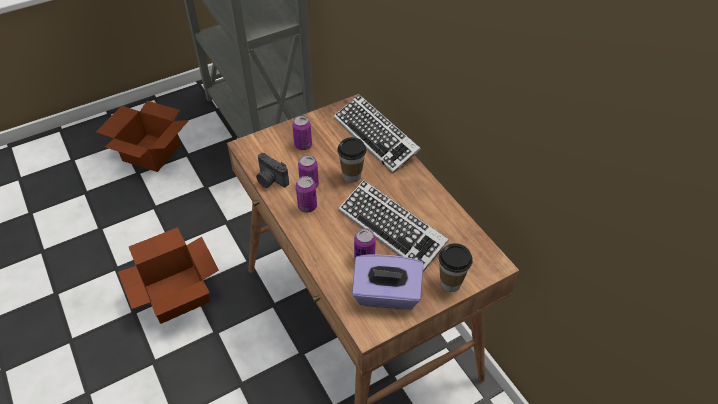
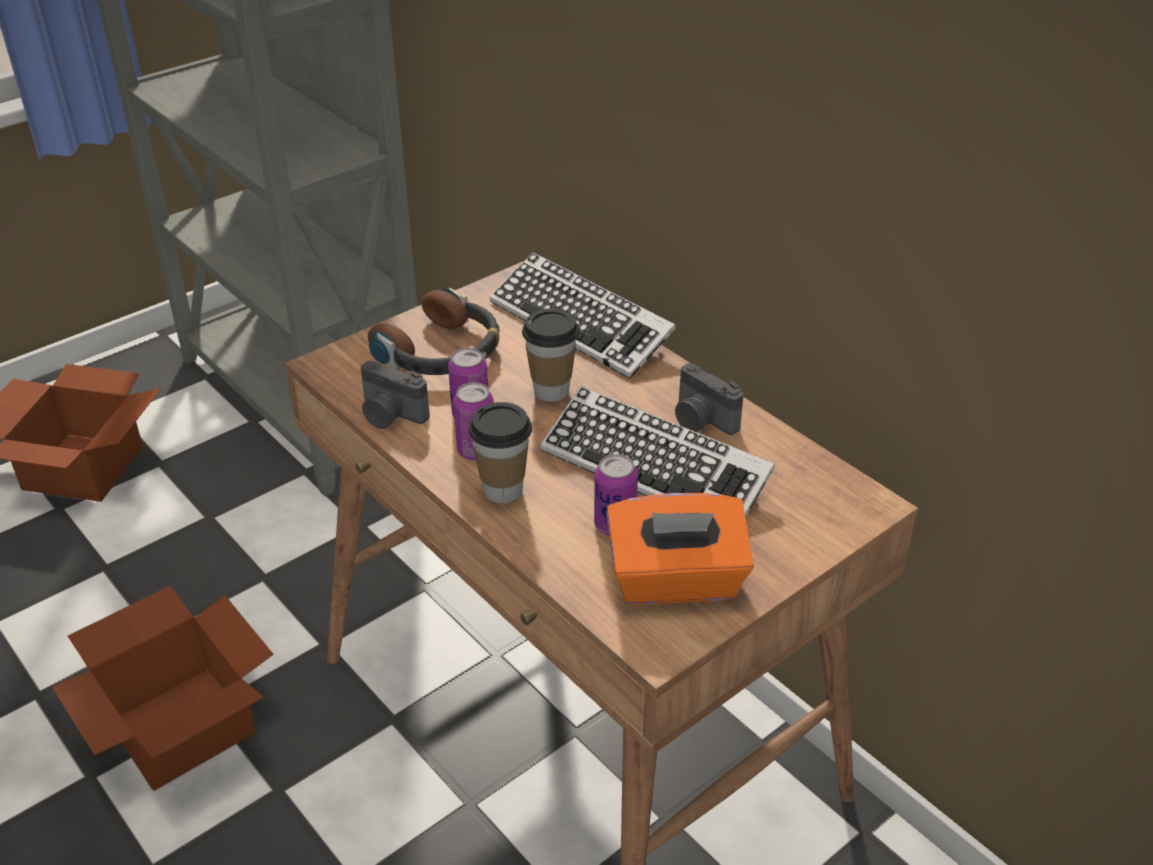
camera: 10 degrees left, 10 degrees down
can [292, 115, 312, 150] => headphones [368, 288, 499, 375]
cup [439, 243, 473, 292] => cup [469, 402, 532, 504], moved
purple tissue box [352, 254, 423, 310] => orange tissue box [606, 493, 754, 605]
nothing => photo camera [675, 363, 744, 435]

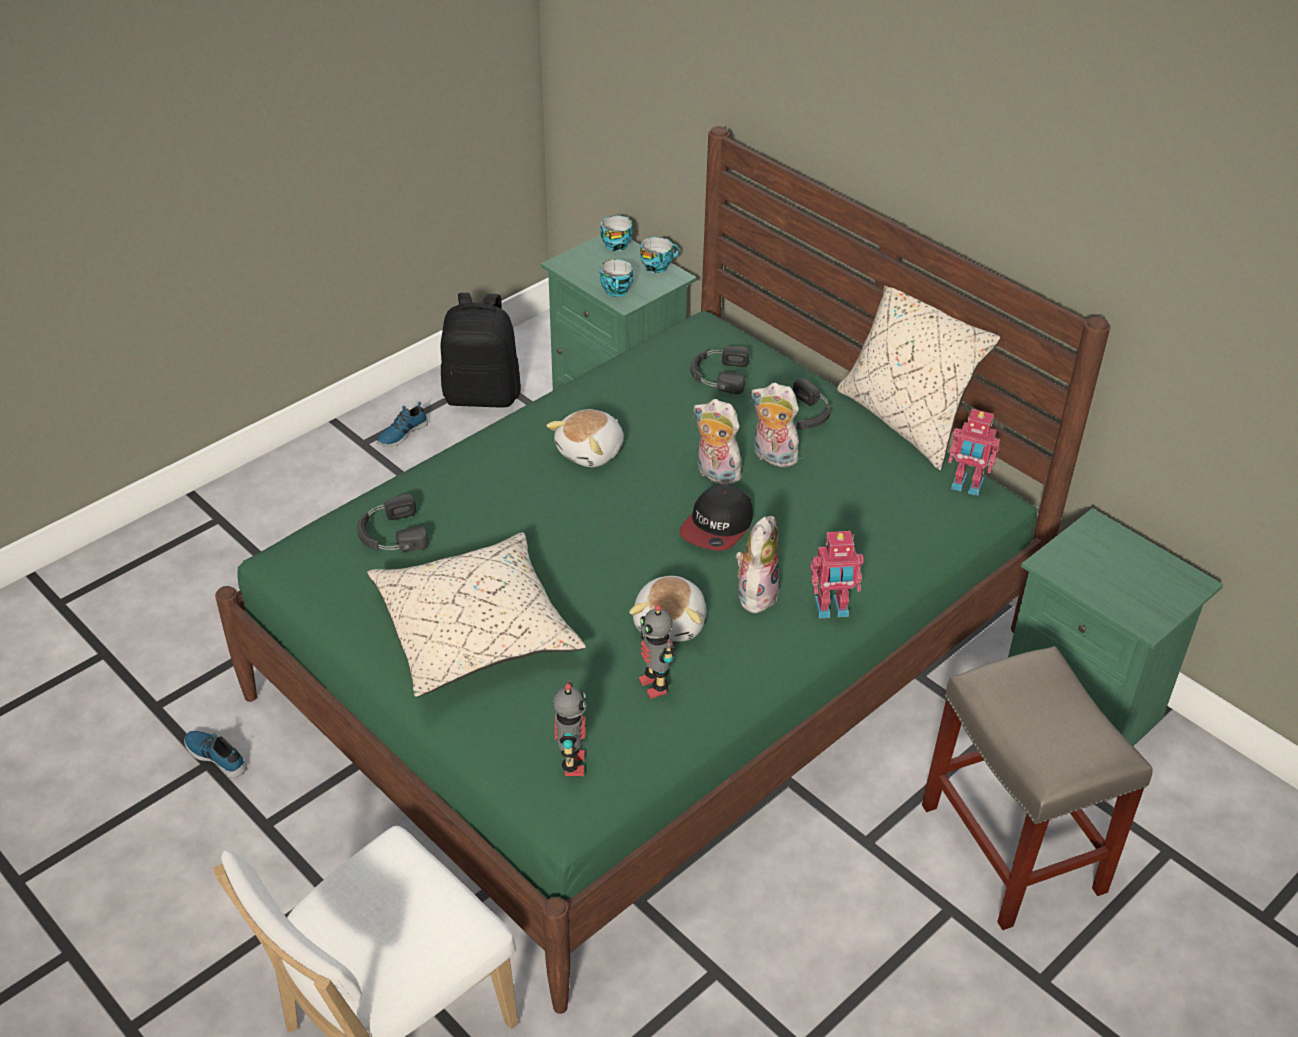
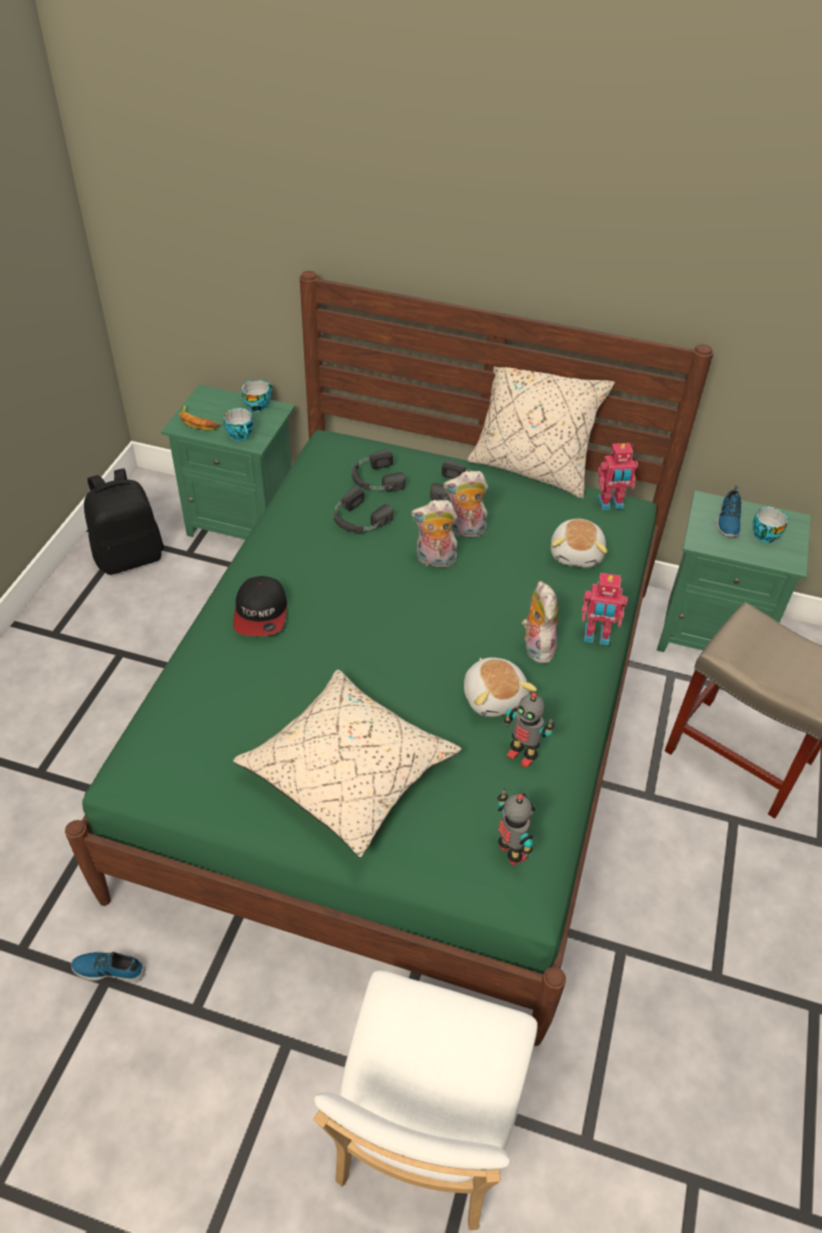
camera: 30 degrees left, 5 degrees up
nothing => banana [179, 405, 220, 430]
cap [679, 485, 753, 551] => cap [233, 576, 287, 636], moved
black headphones [357, 494, 428, 551] => black headphones [334, 487, 393, 533], moved
plush toy [547, 409, 624, 467] => plush toy [551, 519, 608, 568], moved
toy robot [810, 531, 864, 619] => toy robot [582, 573, 628, 645], 45 degrees clockwise
shoe [377, 402, 428, 447] => shoe [716, 485, 742, 537], moved
cup [600, 215, 633, 251] => cup [753, 506, 788, 543], moved

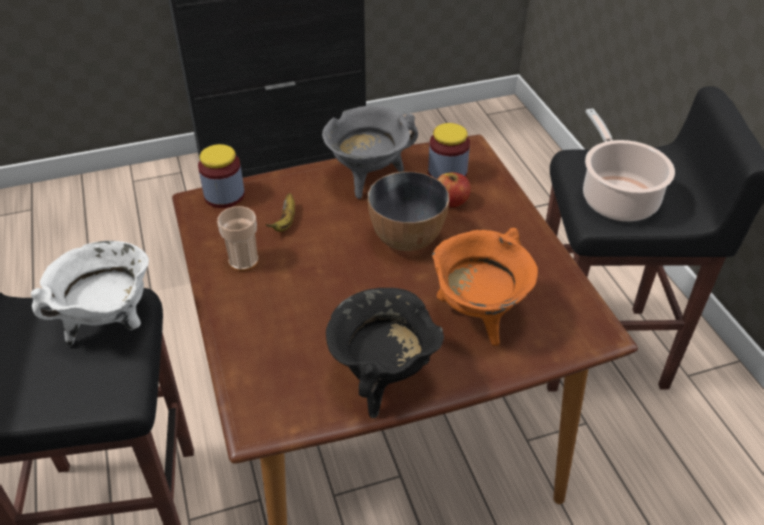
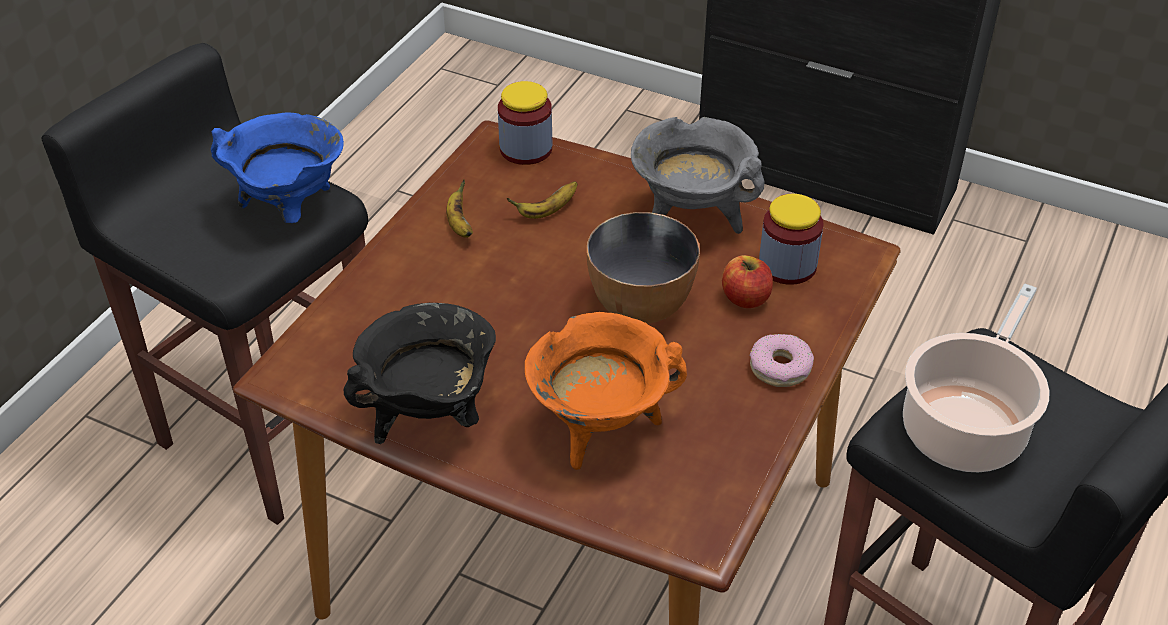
camera: 45 degrees right, 0 degrees up
white cooking pot [31, 241, 149, 346] => blue cooking pot [211, 113, 344, 223]
cup [217, 206, 258, 271] => banana [446, 179, 473, 238]
nothing => donut [750, 334, 814, 387]

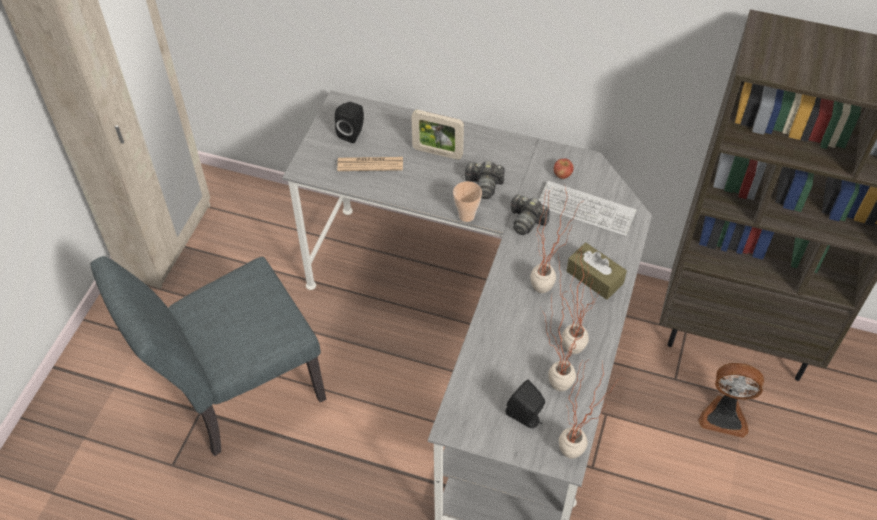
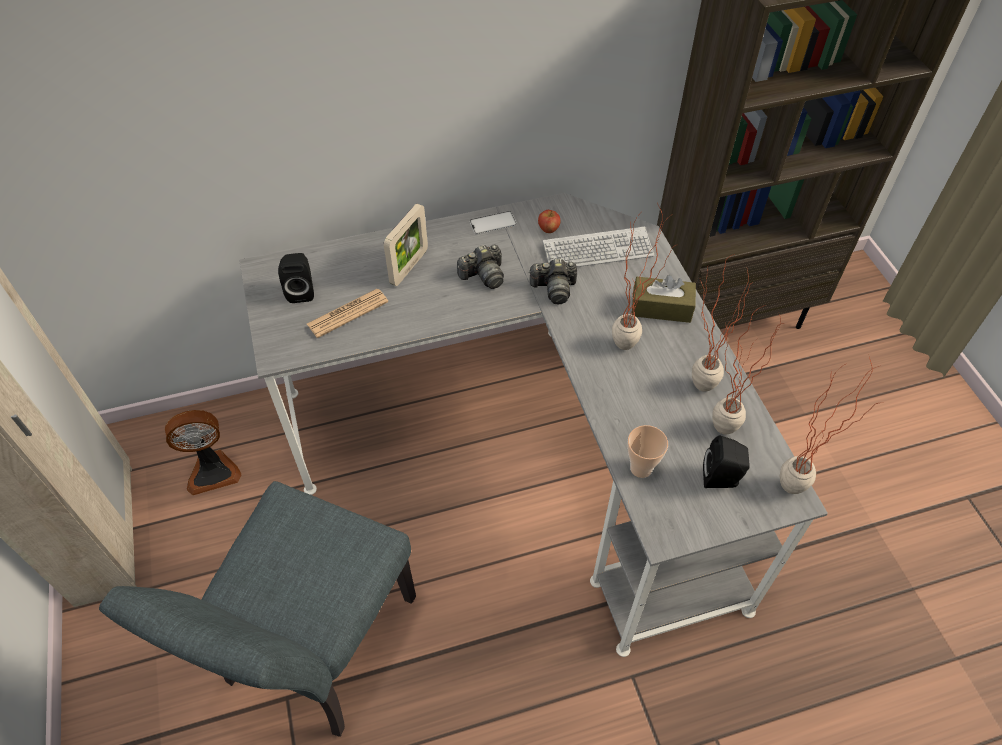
camera: 35 degrees left, 0 degrees up
fan [698, 363, 764, 438] => fan [165, 410, 241, 495], moved
picture frame [411, 109, 464, 160] => picture frame [384, 204, 428, 286], 45 degrees counterclockwise
nothing => phone [470, 211, 517, 235]
cup [453, 181, 482, 222] => cup [627, 425, 668, 478], moved

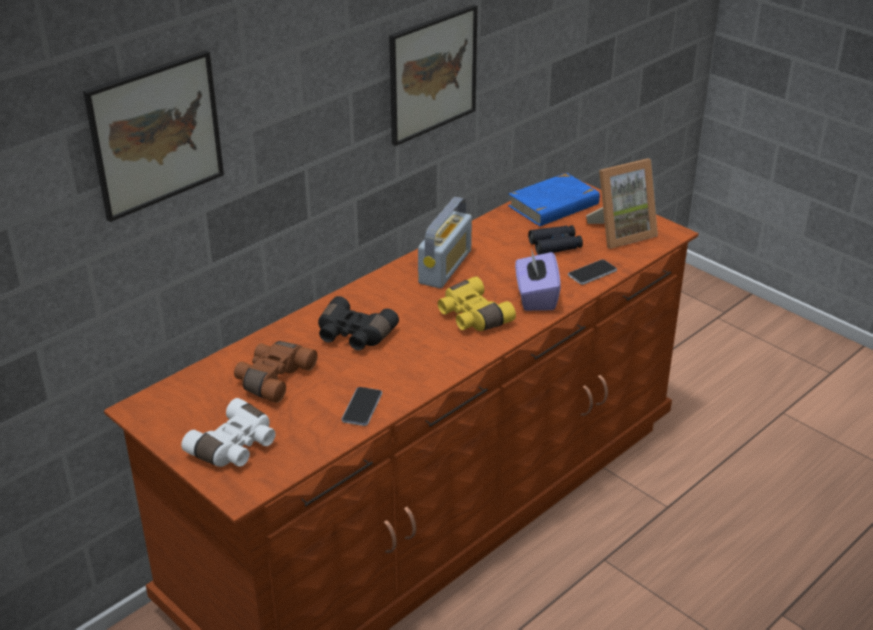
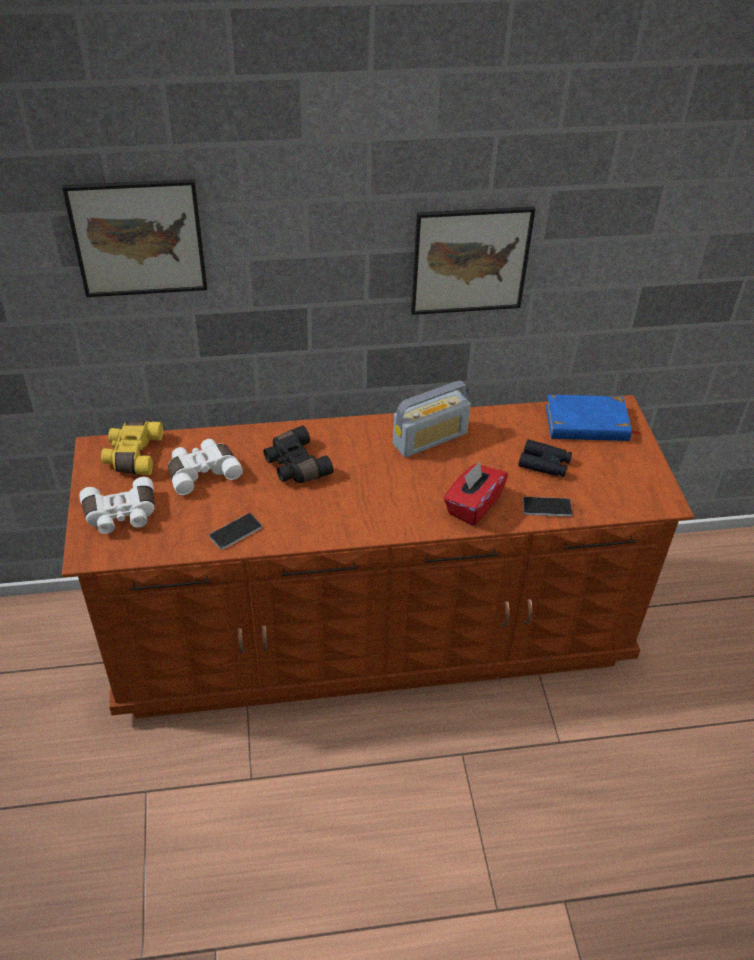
camera: 35 degrees right, 10 degrees up
yellow binoculars [438, 276, 516, 331] => yellow binoculars [101, 421, 163, 475], moved
brown binoculars [234, 341, 318, 403] => white binoculars [168, 439, 243, 495]
purple tissue box [515, 251, 561, 311] => red tissue box [444, 462, 508, 526]
picture frame [586, 158, 658, 249] => nothing

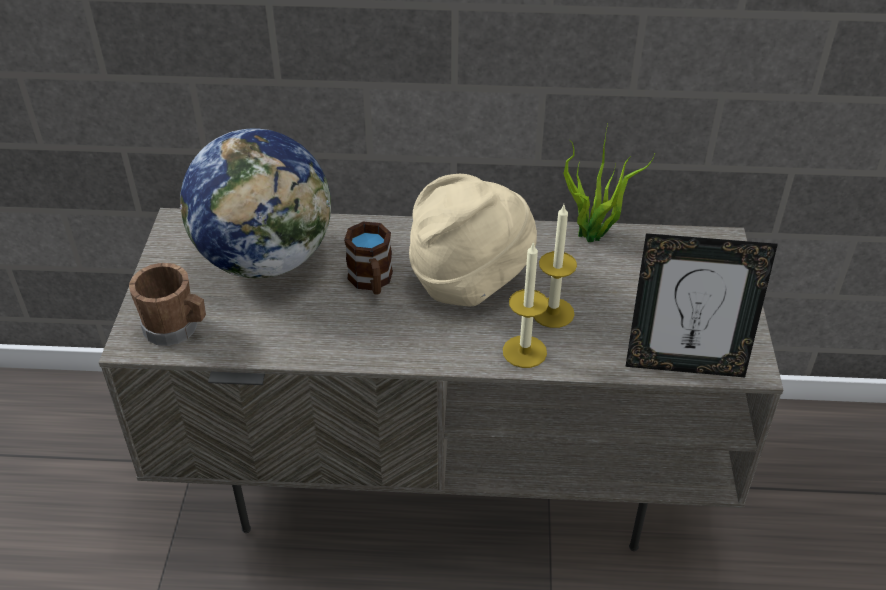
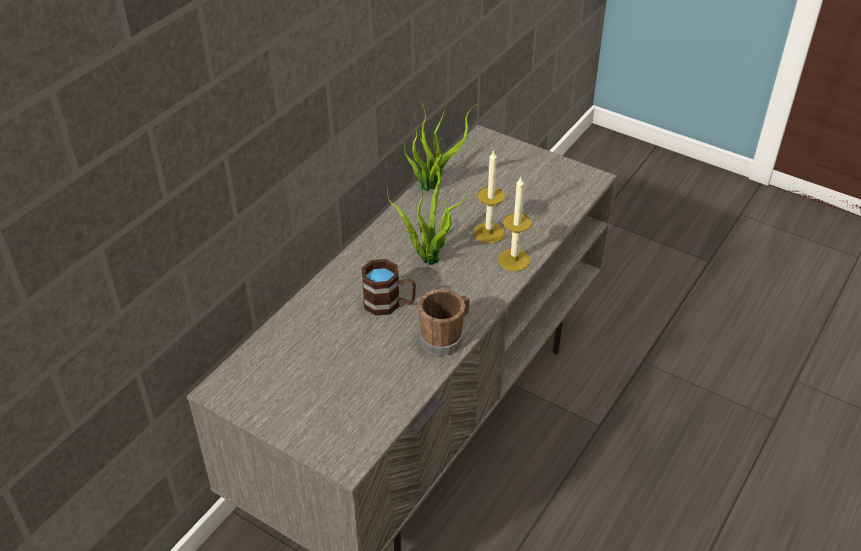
camera: 60 degrees left, 0 degrees up
beige hat [409, 174, 537, 306] => potted plant [387, 138, 467, 265]
brown mug [129, 263, 206, 346] => brown mug [418, 289, 470, 356], moved
globe [180, 128, 331, 279] => nothing
picture frame [625, 233, 778, 377] => nothing

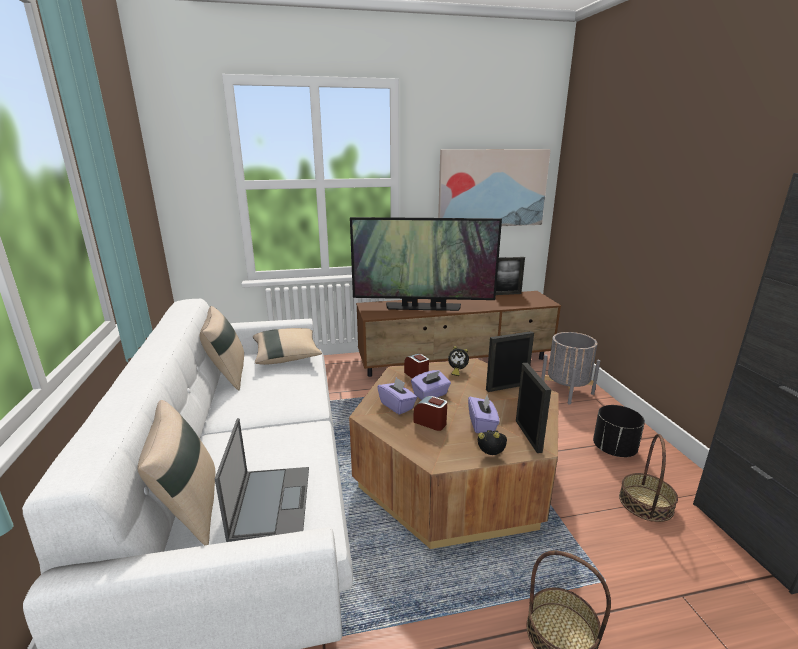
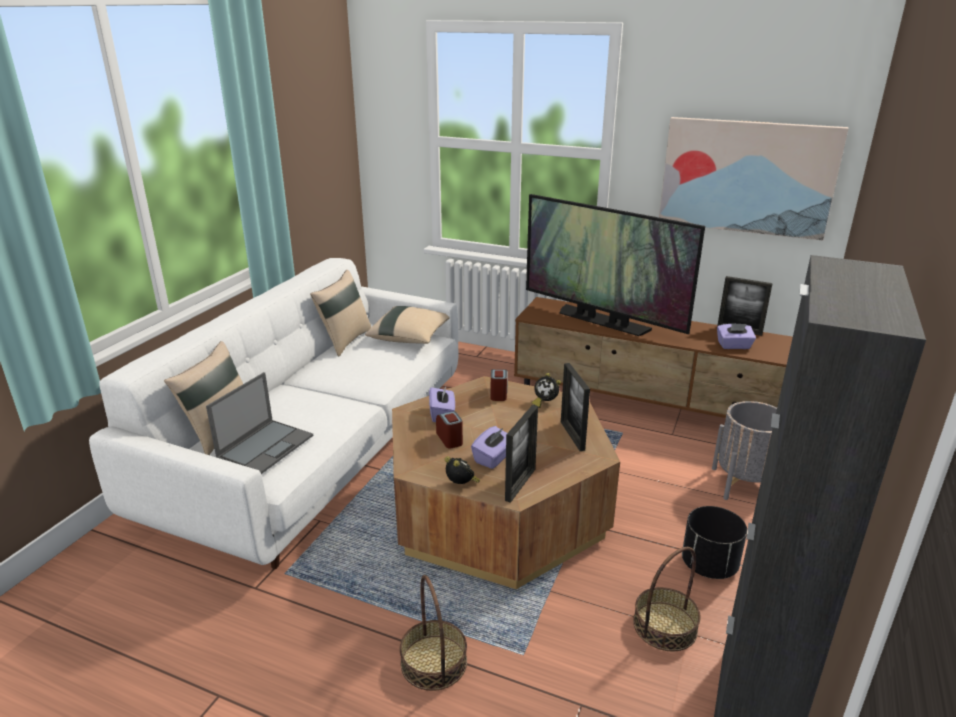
camera: 35 degrees right, 5 degrees up
picture frame [486, 331, 534, 392] => picture frame [561, 363, 590, 451], 120 degrees counterclockwise
purple tissue box [411, 370, 451, 400] => purple tissue box [717, 323, 756, 349], moved

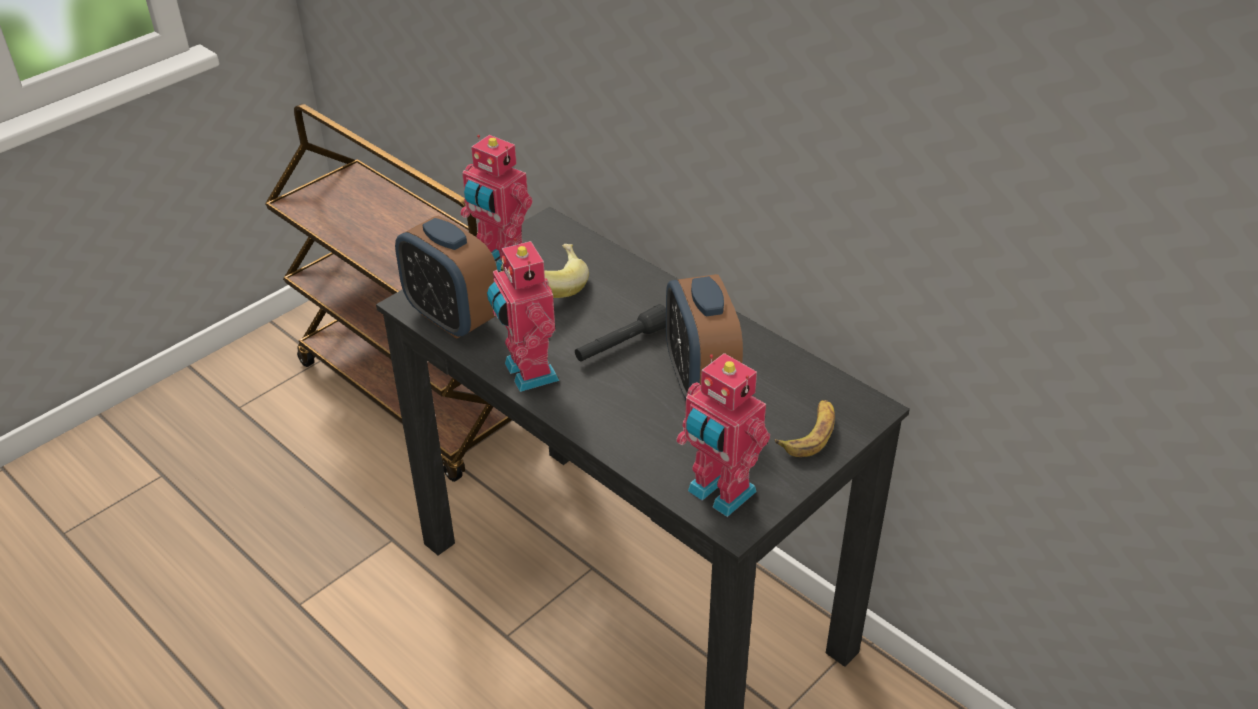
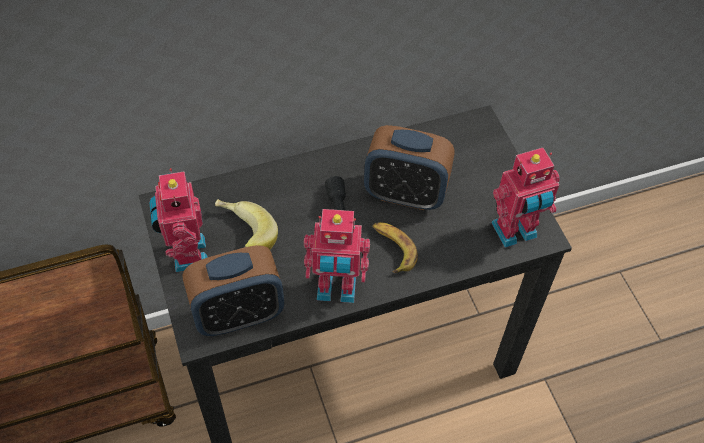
camera: 65 degrees left, 15 degrees up
toy robot [460, 135, 533, 271] => toy robot [149, 168, 208, 272], 105 degrees clockwise
banana [775, 400, 835, 457] => banana [372, 222, 418, 273], moved

